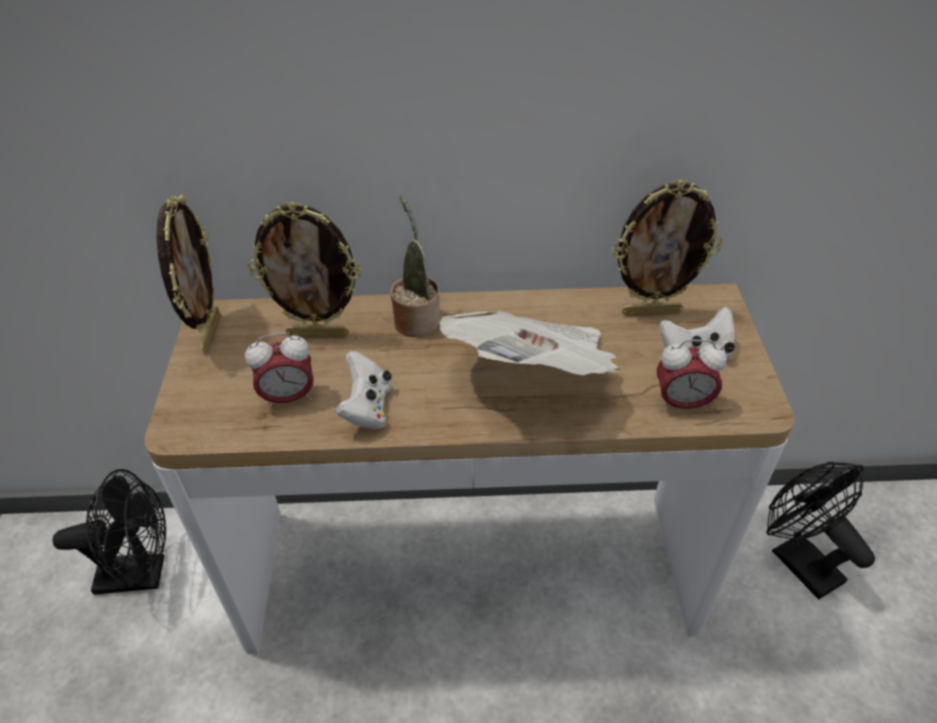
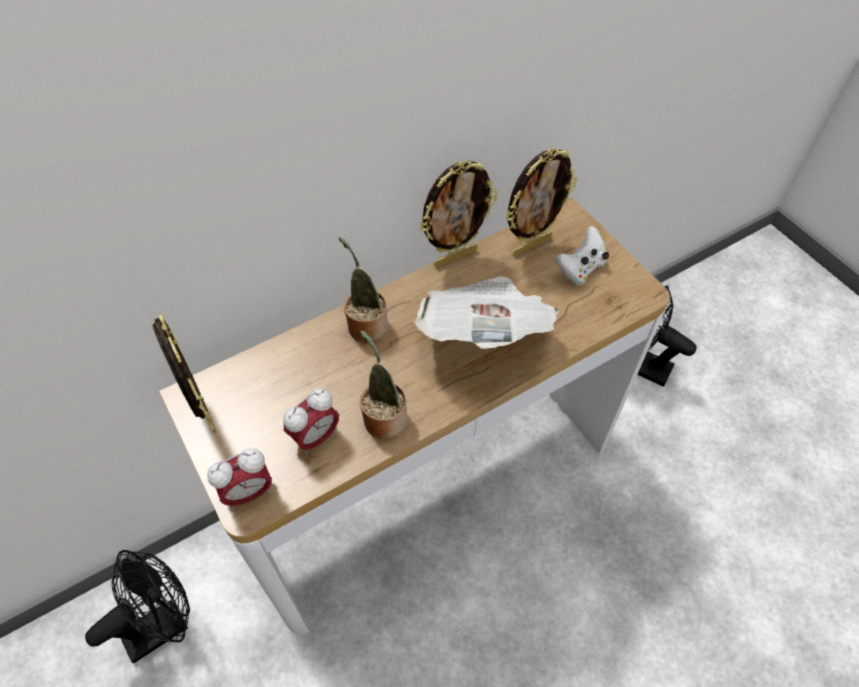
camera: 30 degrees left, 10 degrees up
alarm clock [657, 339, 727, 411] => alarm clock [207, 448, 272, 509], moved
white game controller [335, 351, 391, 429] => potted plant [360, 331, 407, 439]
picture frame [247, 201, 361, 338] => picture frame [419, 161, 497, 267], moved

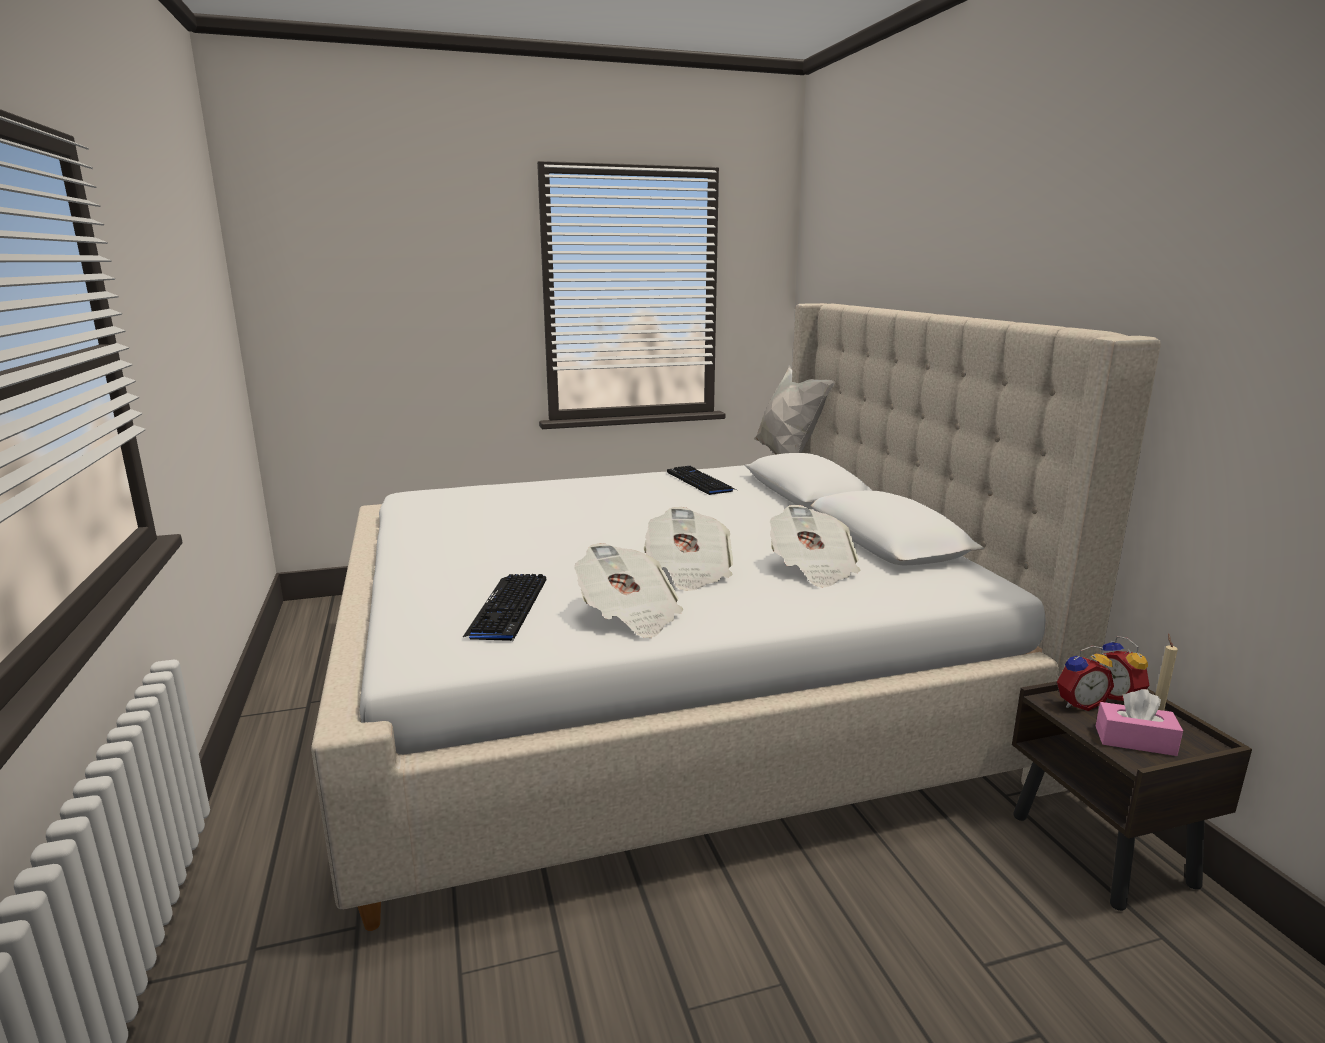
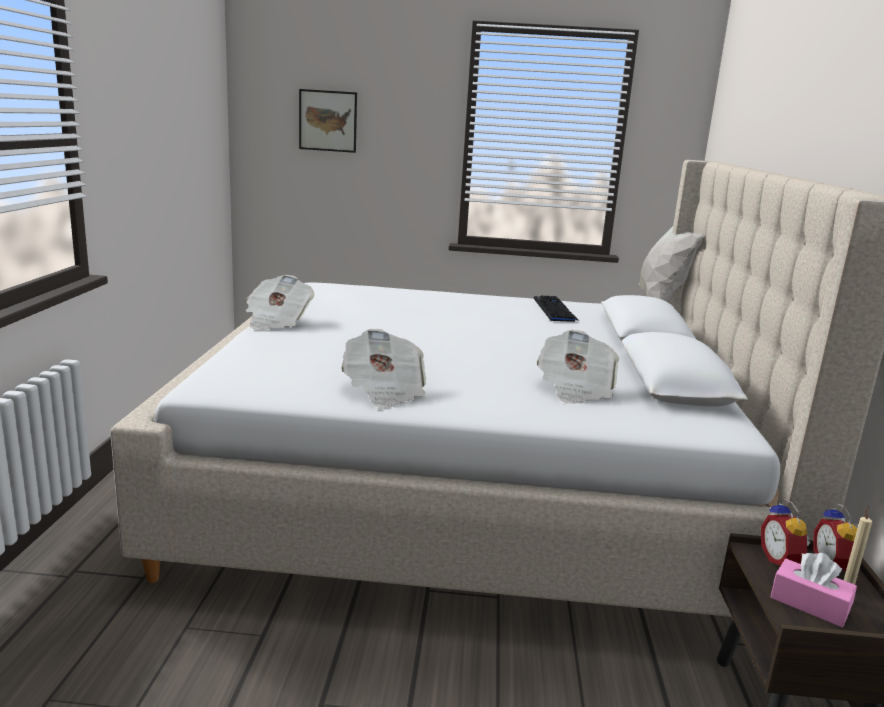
camera: 20 degrees right, 0 degrees up
newspaper [643, 507, 733, 591] => newspaper [246, 275, 314, 330], moved
nothing => picture [299, 89, 357, 153]
alarm clock [1057, 646, 1114, 711] => alarm clock [761, 499, 810, 566], 75 degrees clockwise
keyboard [463, 574, 547, 641] => nothing

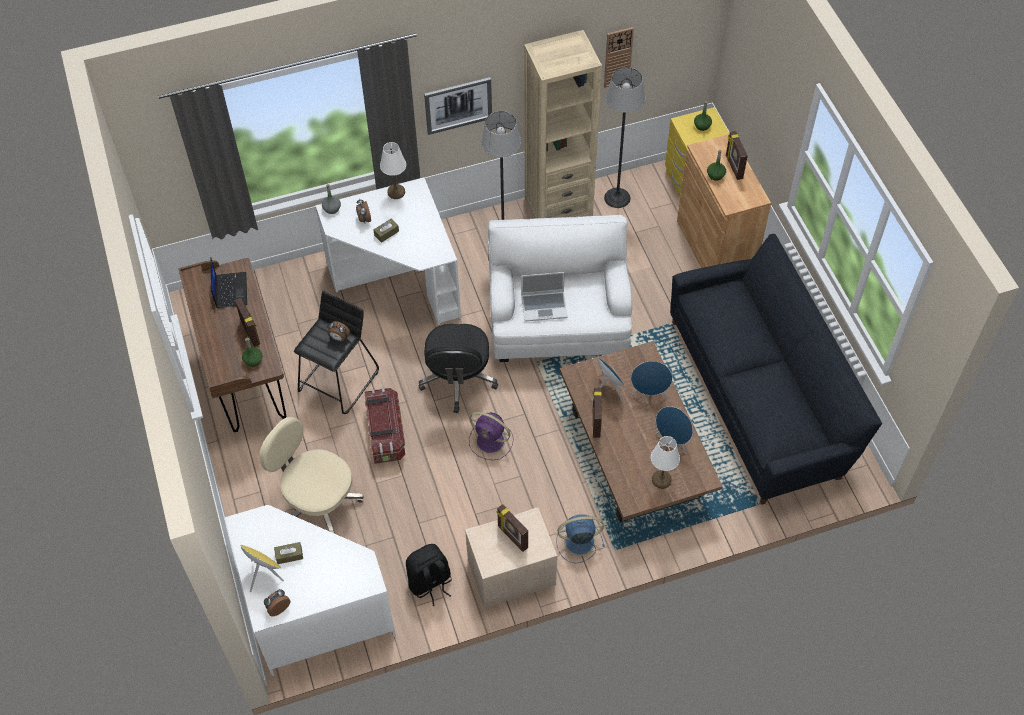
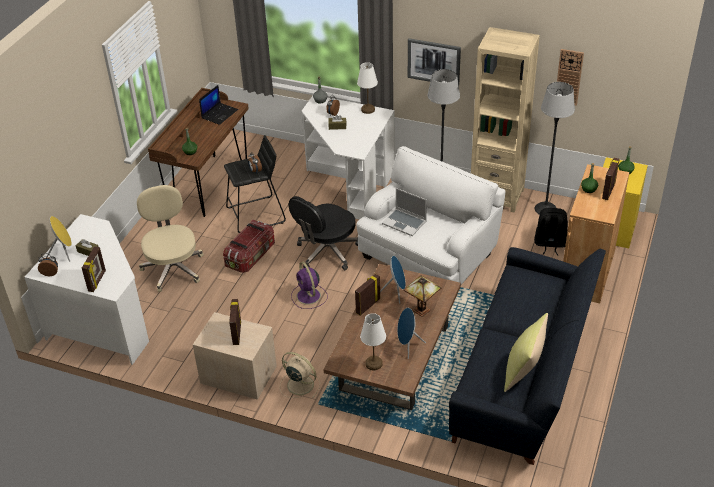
camera: 40 degrees right, 15 degrees down
picture frame [235, 298, 260, 347] => picture frame [82, 246, 106, 292], moved
blue fan [556, 514, 605, 563] => beige fan [280, 352, 320, 398]
blue speaker [631, 361, 672, 399] => table lamp [403, 275, 441, 317]
nothing => yellow pillow [504, 313, 548, 392]
black backpack [406, 544, 452, 606] => black backpack [534, 208, 568, 256], moved

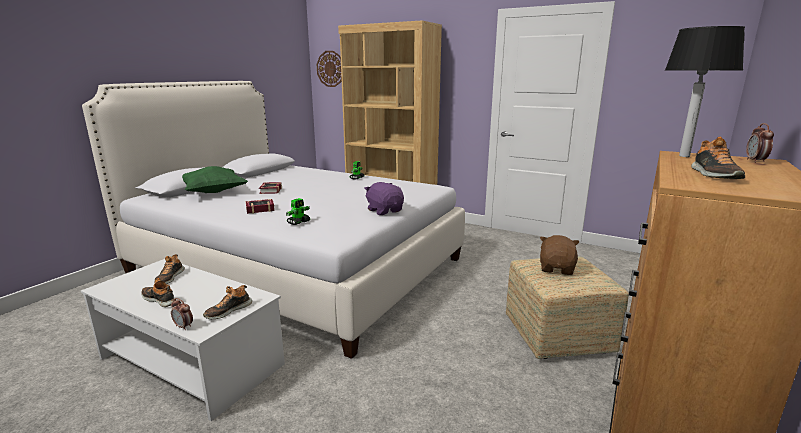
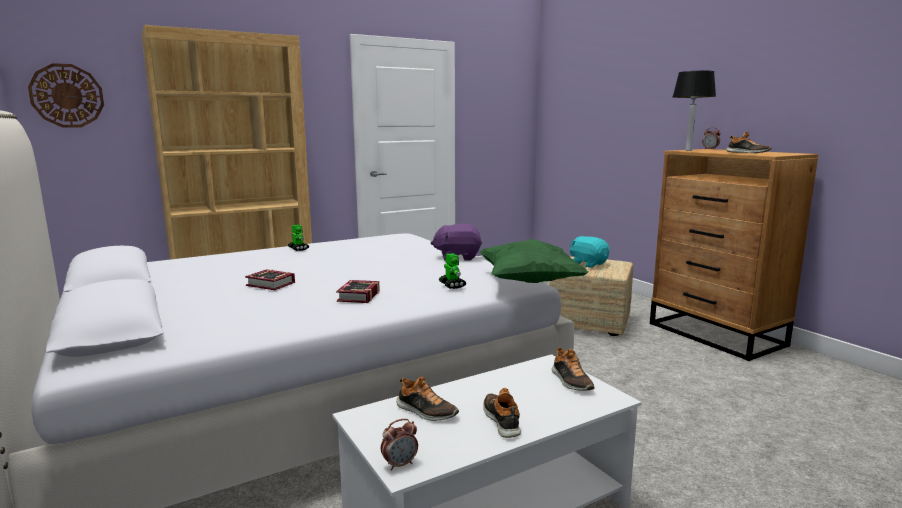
camera: 60 degrees left, 5 degrees down
alarm clock [171, 298, 193, 330] => alarm clock [381, 419, 418, 471], moved
green pillow [182, 166, 248, 193] => green pillow [479, 239, 589, 283], moved
shoe [141, 278, 175, 307] => shoe [483, 388, 521, 438], 105 degrees clockwise
brown plush toy [540, 235, 579, 275] => turquoise plush toy [570, 236, 610, 268]

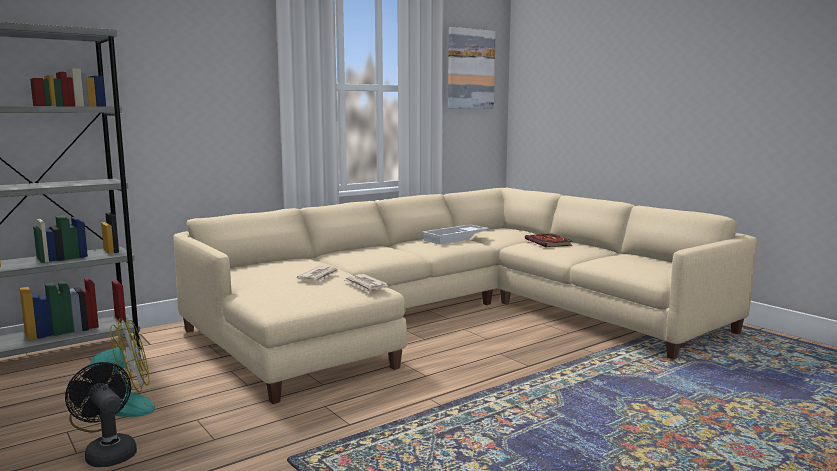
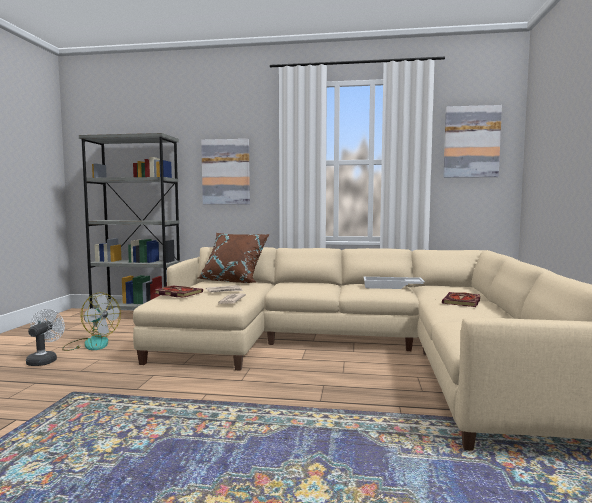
camera: 45 degrees right, 5 degrees down
black fan [65, 362, 137, 467] => white fan [26, 309, 65, 366]
nothing => book [154, 285, 203, 298]
nothing => brown pillow [198, 233, 270, 283]
nothing => picture [201, 139, 250, 204]

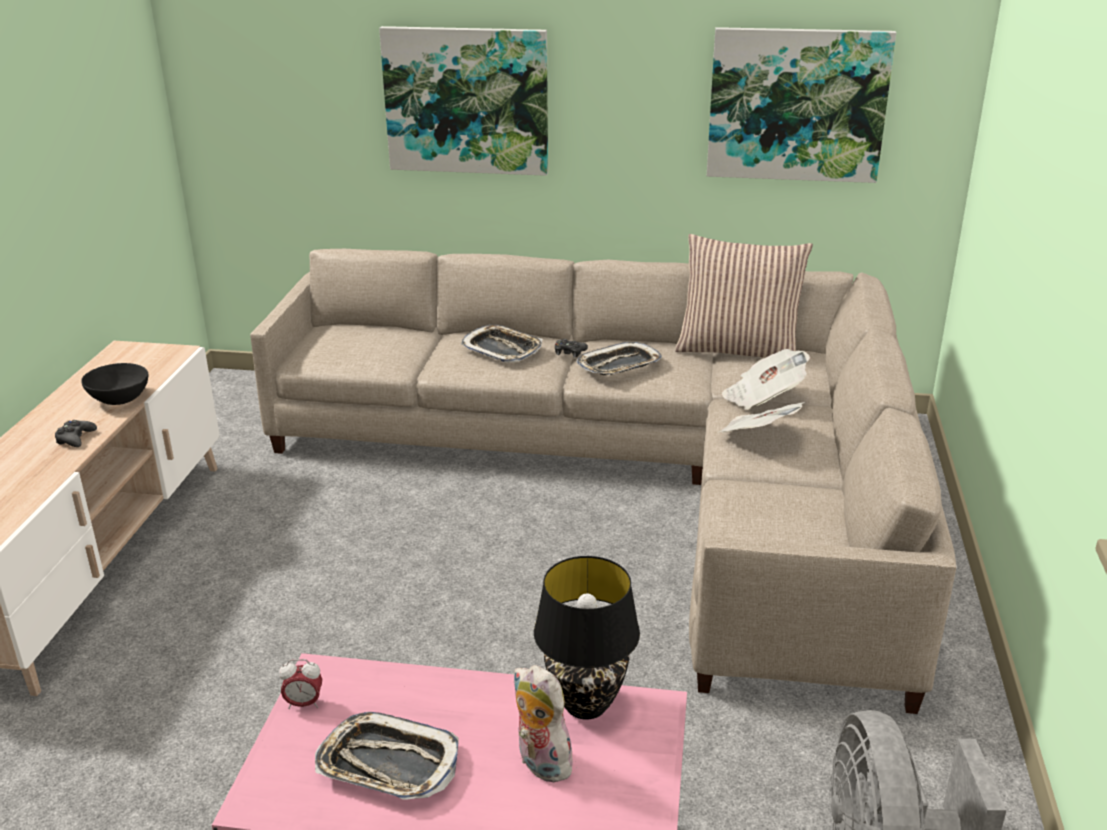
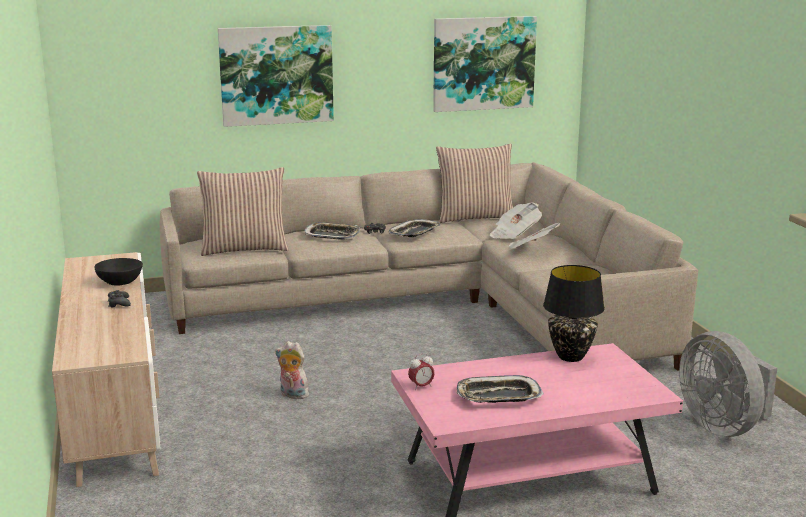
camera: 25 degrees left, 10 degrees down
nothing => pillow [197, 167, 288, 256]
plush toy [514, 665, 579, 783] => plush toy [275, 341, 309, 399], moved

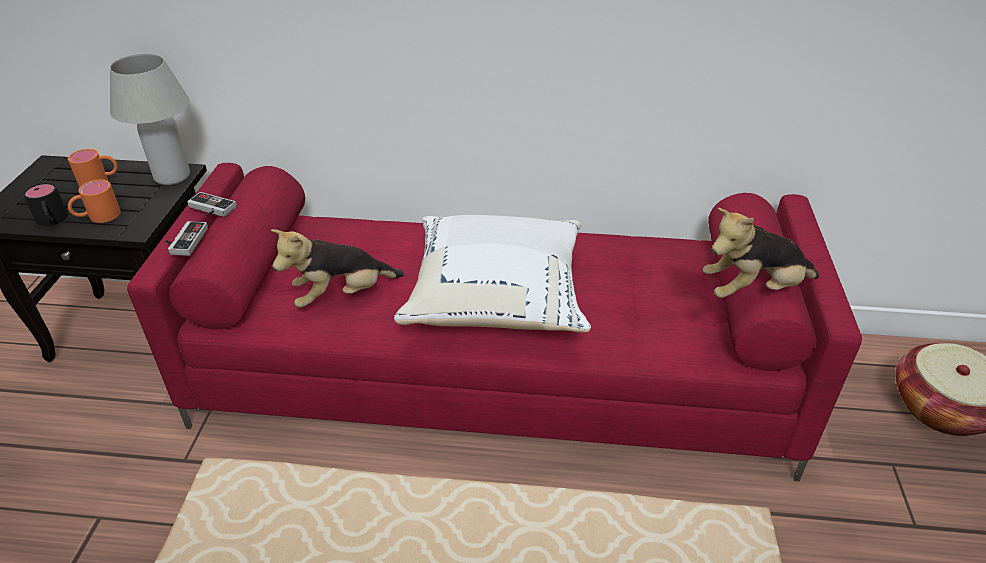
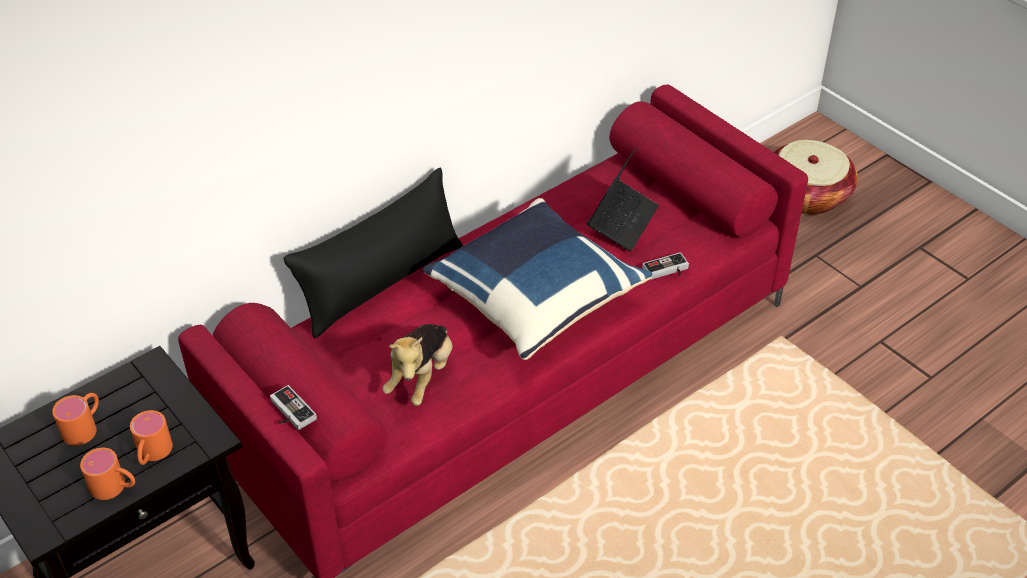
camera: 45 degrees left, 5 degrees up
black mug [23, 183, 68, 226] => orange mug [80, 448, 135, 500]
nothing => black pillow [284, 168, 463, 339]
white pillow [394, 215, 591, 333] => blue pillow [423, 198, 653, 360]
nothing => laptop [587, 148, 659, 252]
game controller [187, 192, 237, 217] => game controller [642, 252, 689, 280], moved
white table lamp [110, 54, 190, 185] => nothing
plush toy [703, 208, 819, 298] => nothing

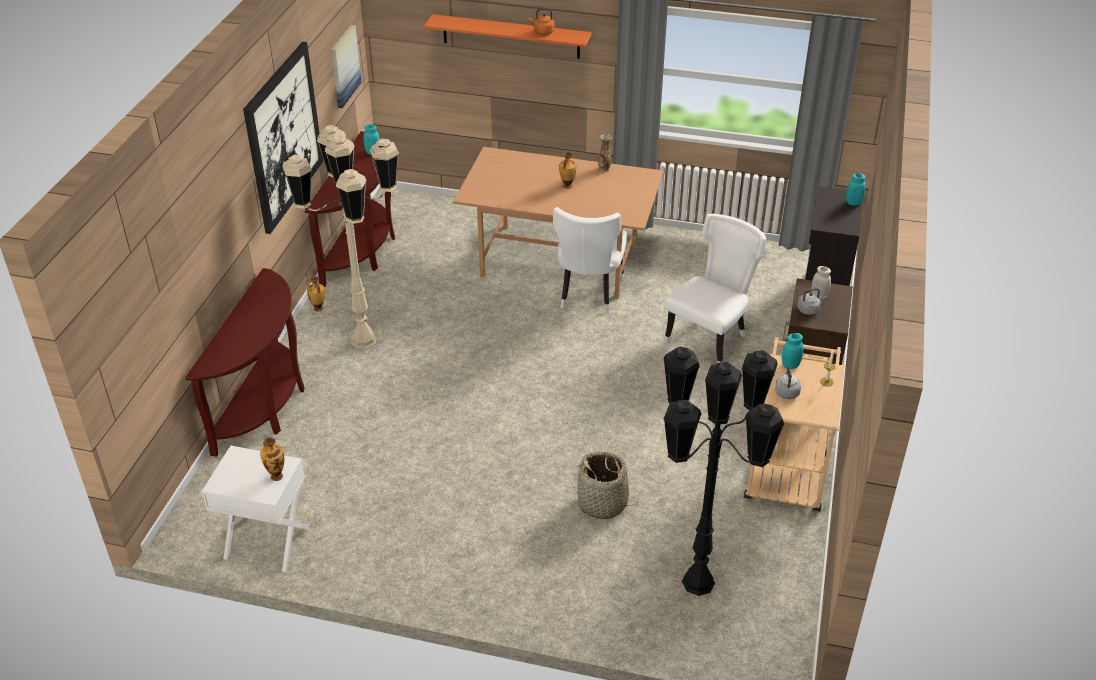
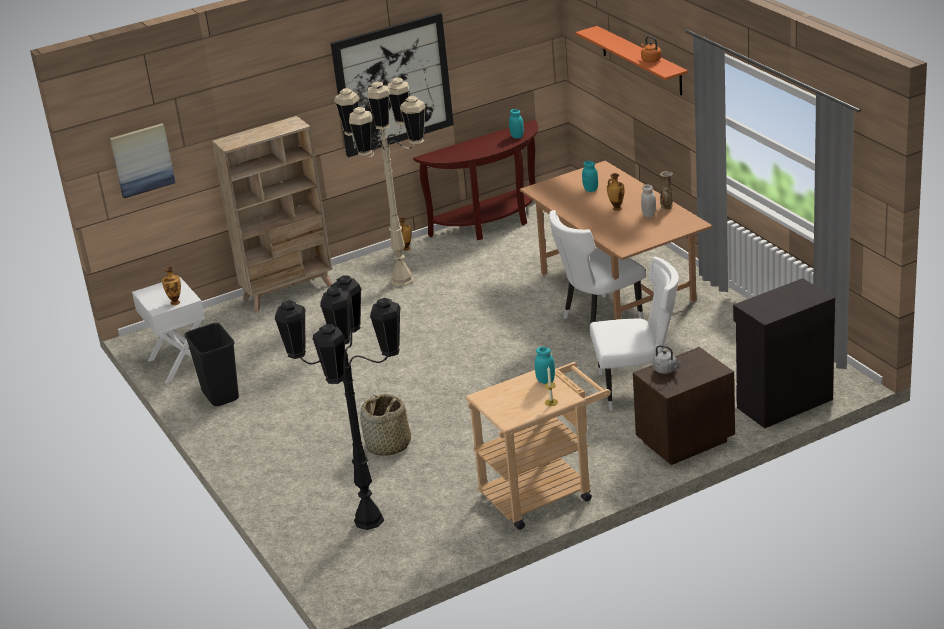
camera: 50 degrees right, 10 degrees down
picture [331, 25, 362, 108] => picture [110, 123, 175, 198], moved
nothing => black trash can [185, 323, 239, 406]
brown console table [185, 268, 305, 457] => beige bookcase [212, 116, 332, 312]
turquoise jar [846, 173, 865, 206] => turquoise jar [582, 161, 598, 192], moved
white jar [812, 266, 831, 300] => white jar [641, 185, 656, 217], moved
grey kettle [775, 366, 801, 399] => nothing

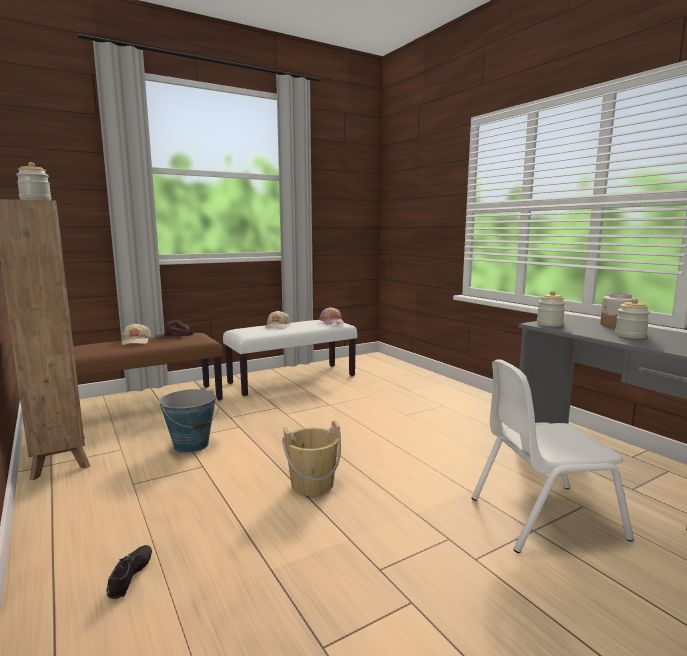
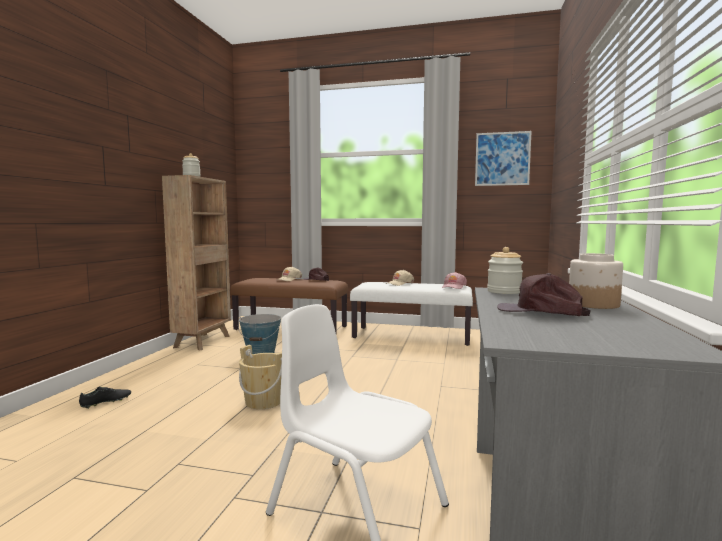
camera: 45 degrees right, 5 degrees down
nothing => picture [475, 131, 532, 186]
jar [615, 298, 650, 339] => brown cap [497, 273, 591, 316]

